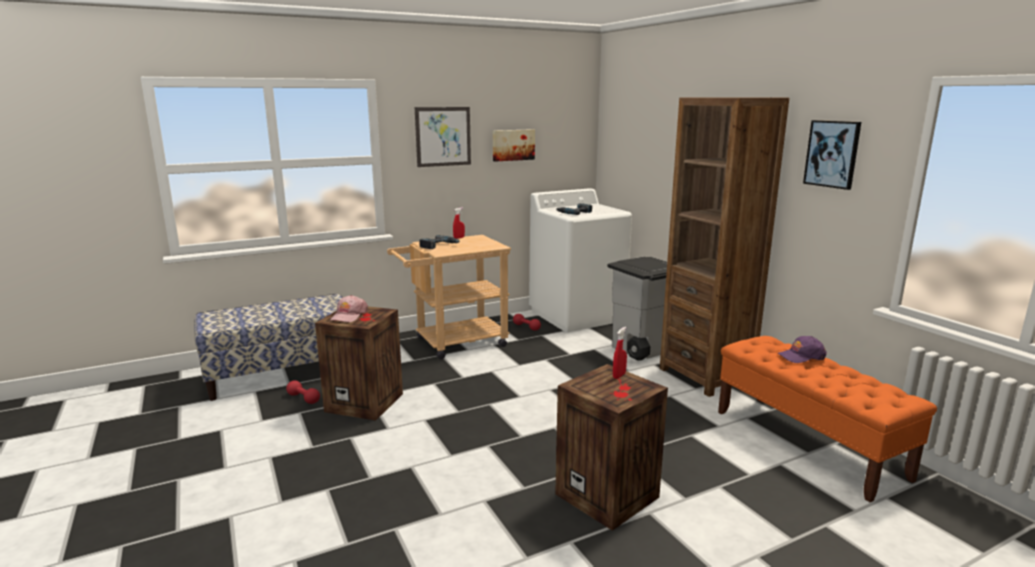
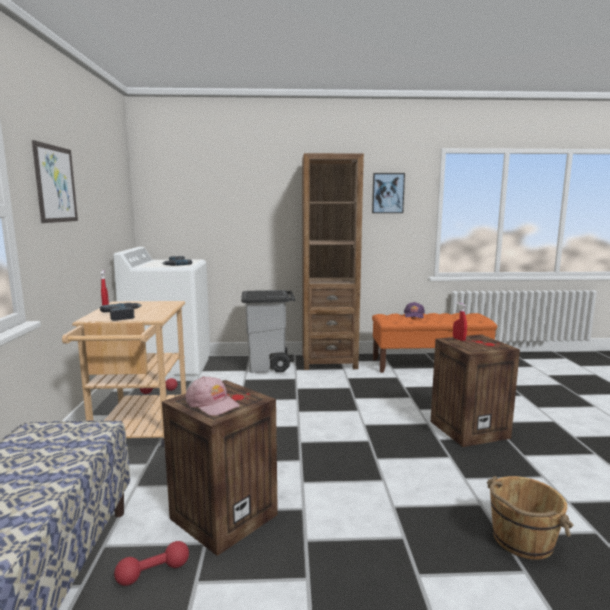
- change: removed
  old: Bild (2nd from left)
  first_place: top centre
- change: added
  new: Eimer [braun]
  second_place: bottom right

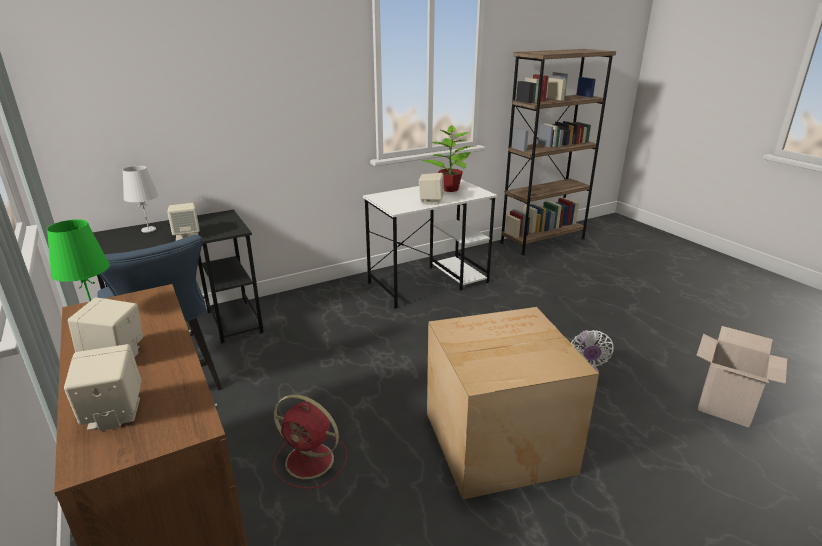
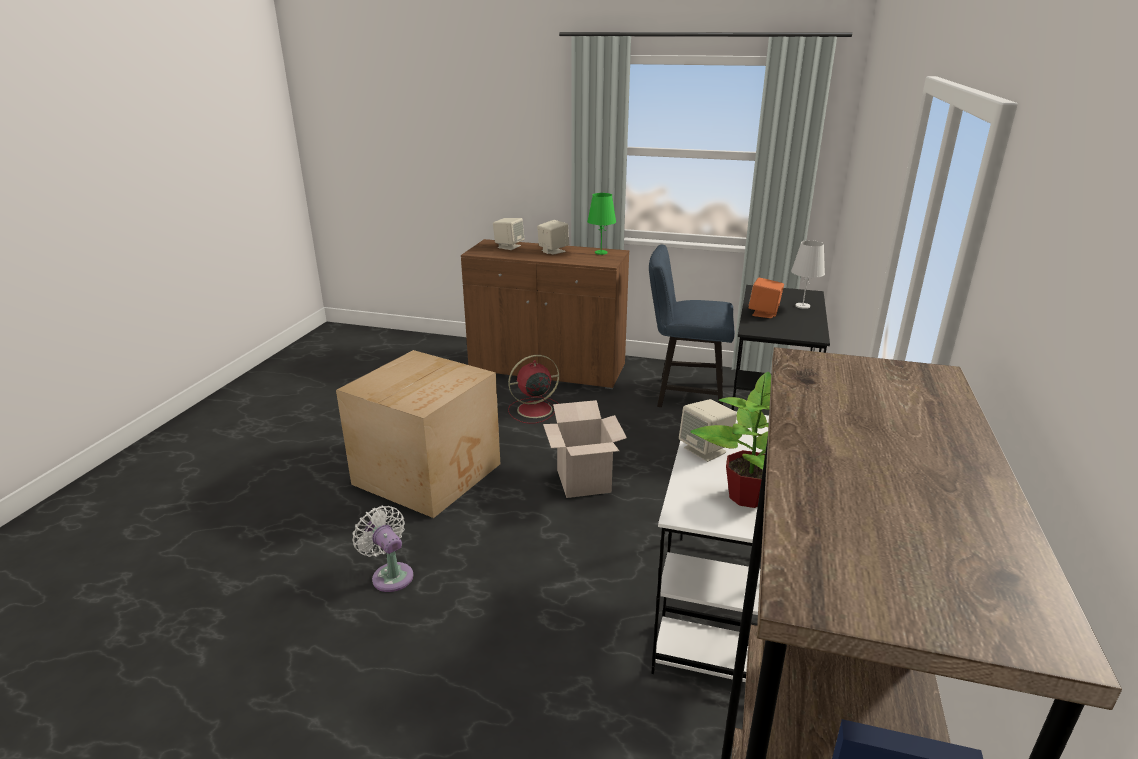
- change: recoloured
  old: Lautsprecher [beige] (3rd from left)
  new: Lautsprecher [orange]
  first_place: middle left
  second_place: middle right
- change: moved
  old: Karton (2nd from left)
  first_place: bottom right
  second_place: centre

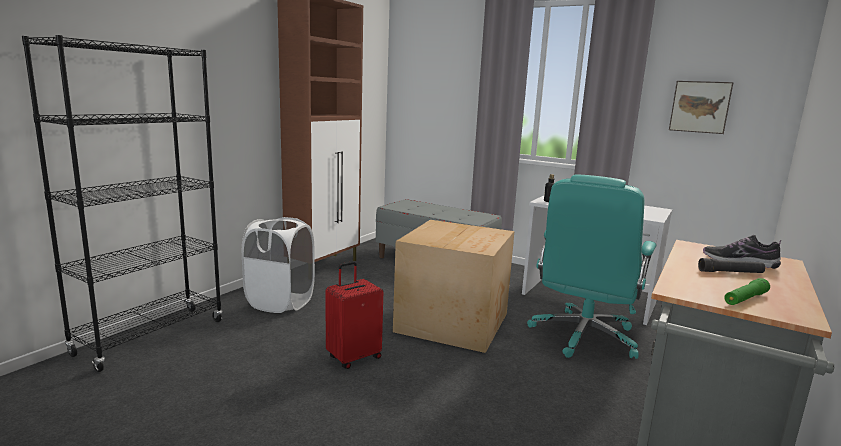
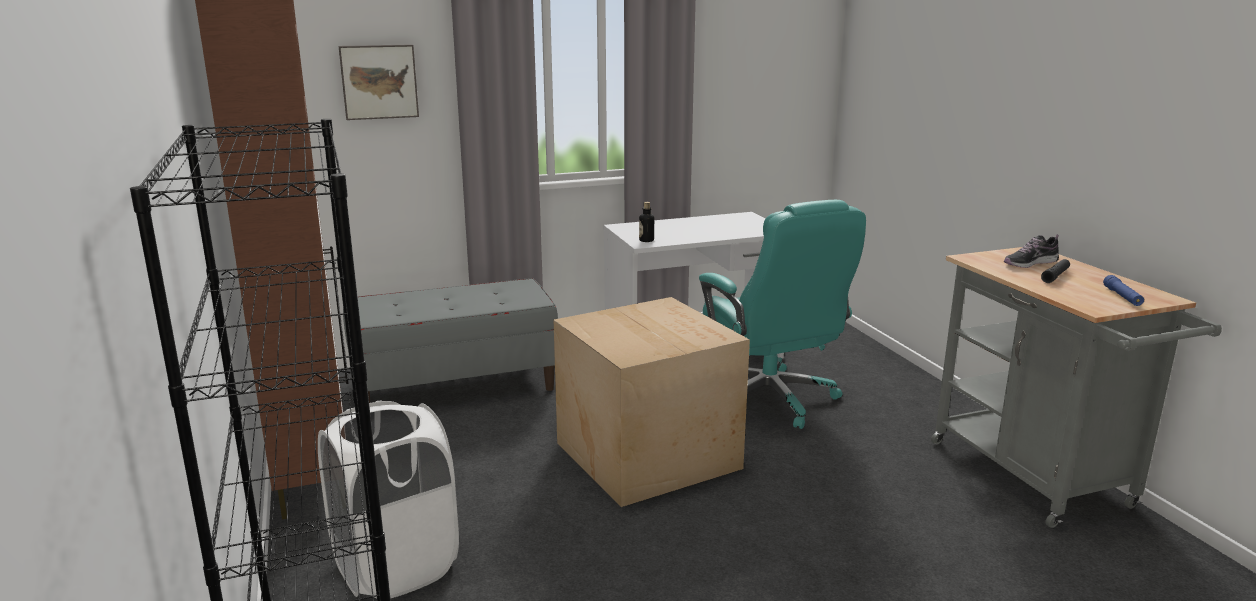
- change: moved
  old: Bild
  first_place: top right
  second_place: top left
- change: removed
  old: Koffer [rot]
  first_place: bottom centre
- change: recoloured
  old: Taschenlampe [grün]
  new: Taschenlampe [blau]
  first_place: middle right
  second_place: middle right

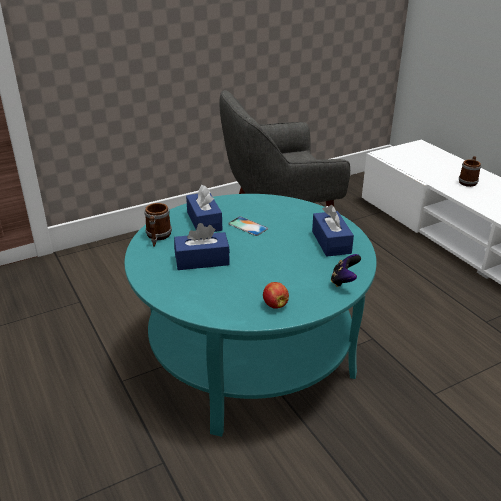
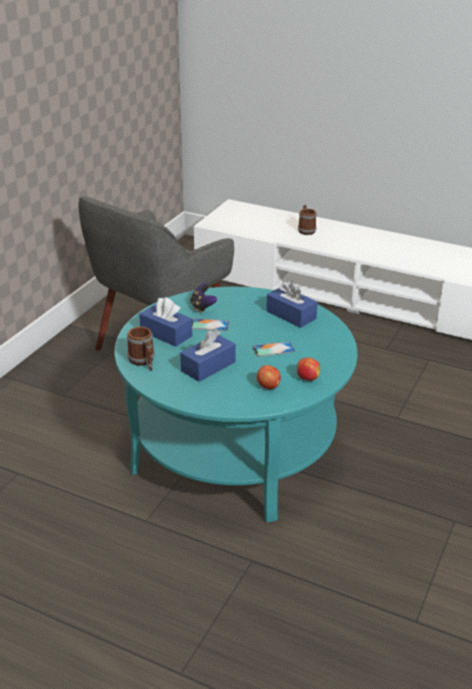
- change: moved
  old: Gamepad
  first_place: middle right
  second_place: centre
- change: added
  new: Handy (2nd from left)
  second_place: centre
- change: added
  new: Apfel (1st from left)
  second_place: centre

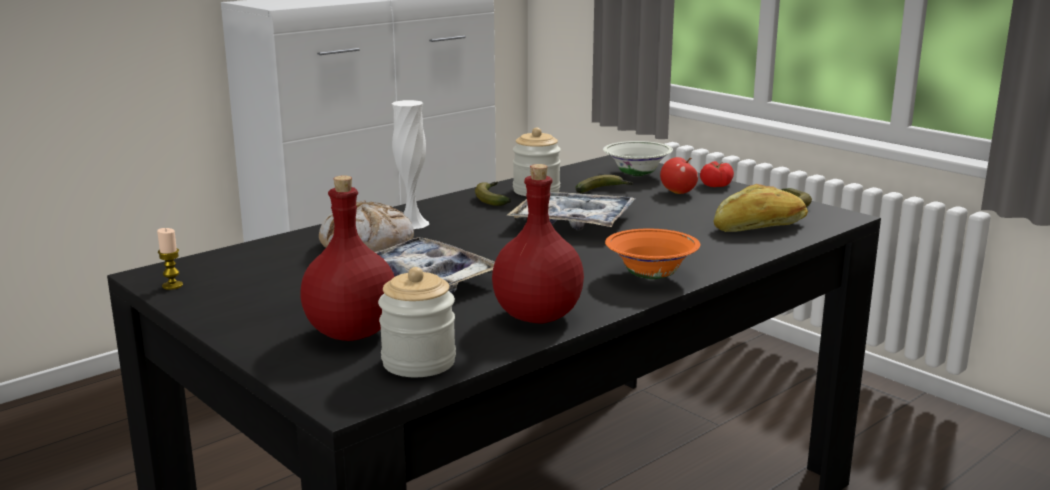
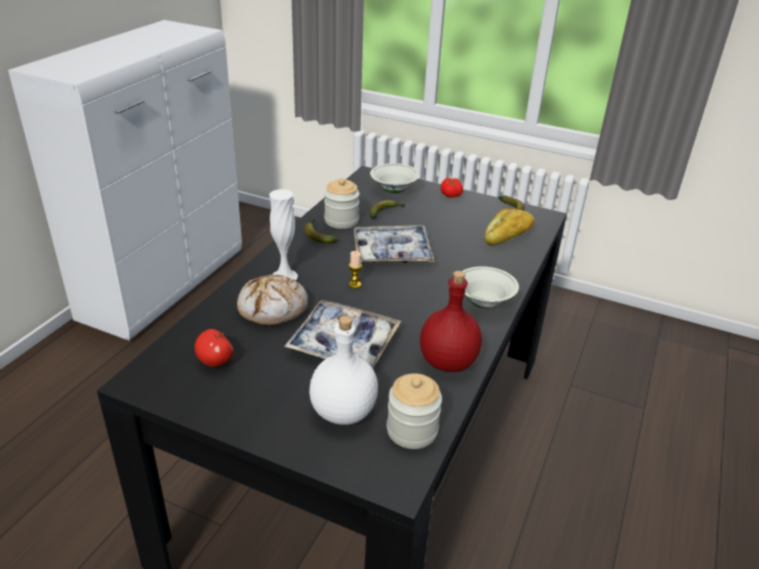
- change: moved
  old: Apfel
  first_place: centre
  second_place: middle left
- change: recoloured
  old: Flasche [rot] (1st from left)
  new: Flasche [weiß]
  first_place: middle left
  second_place: centre
- change: moved
  old: Kerze
  first_place: middle left
  second_place: centre
- change: recoloured
  old: Schüssel [orange]
  new: Schüssel [weiß] (2nd from left)
  first_place: centre
  second_place: centre

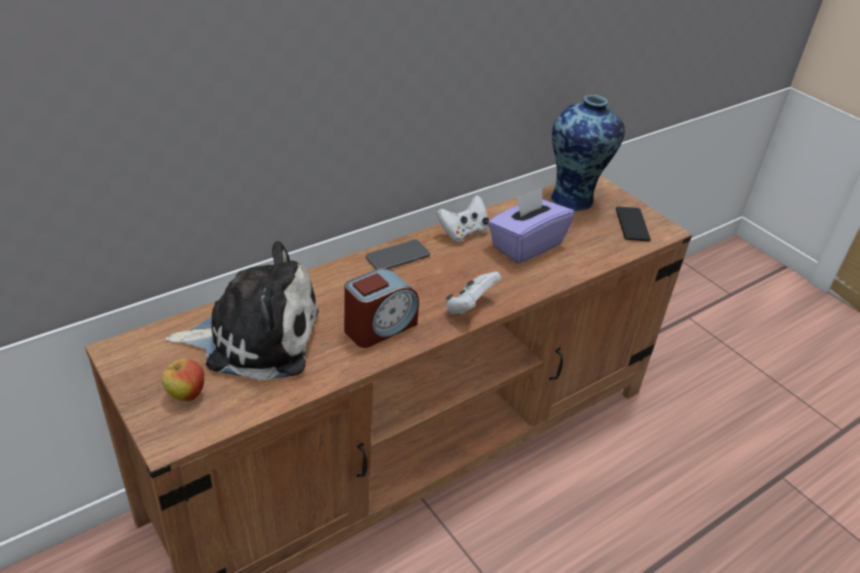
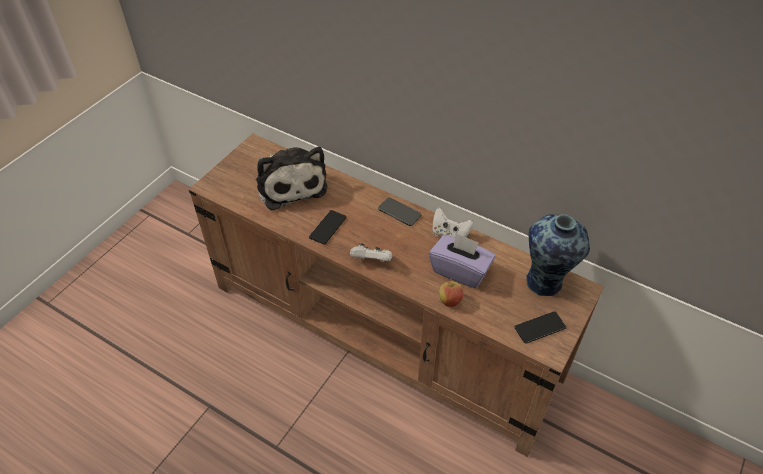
- change: replaced
  old: Wecker
  new: Handy (1st from left)
  first_place: centre
  second_place: centre
- change: moved
  old: Apfel
  first_place: middle left
  second_place: centre

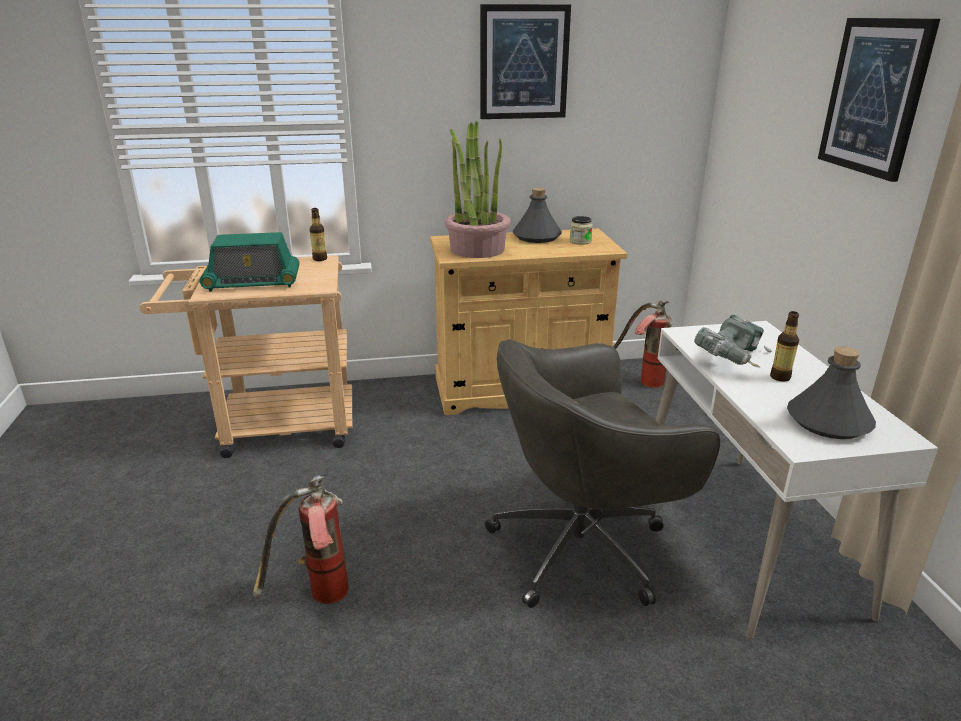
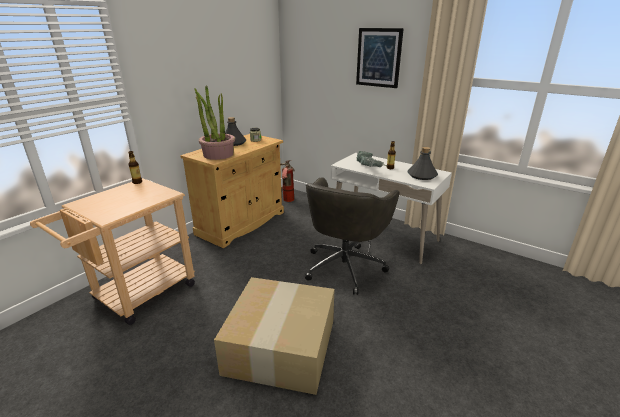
- change: removed
  old: Bild (1st from left)
  first_place: top centre
- change: removed
  old: Radio
  first_place: middle left
- change: replaced
  old: Feuerlöscher (1st from left)
  new: Karton
  first_place: bottom left
  second_place: bottom centre

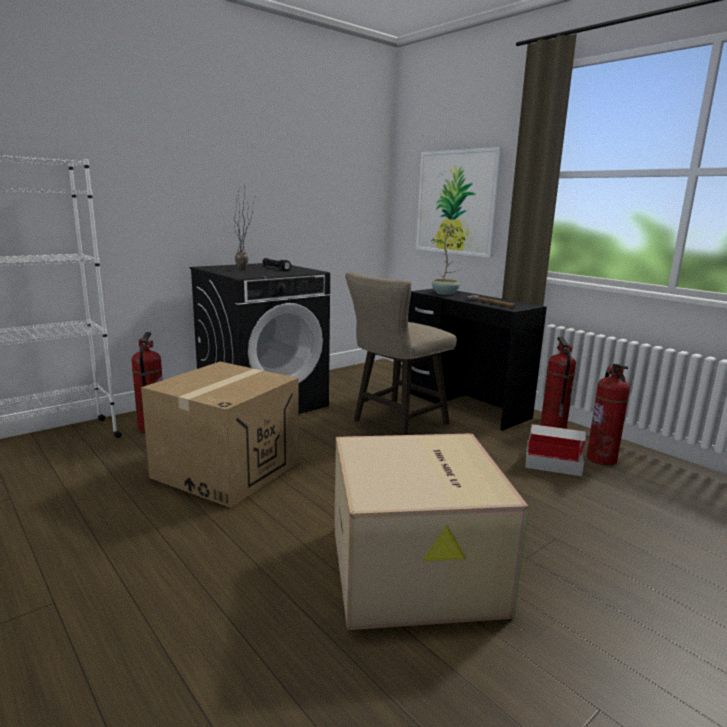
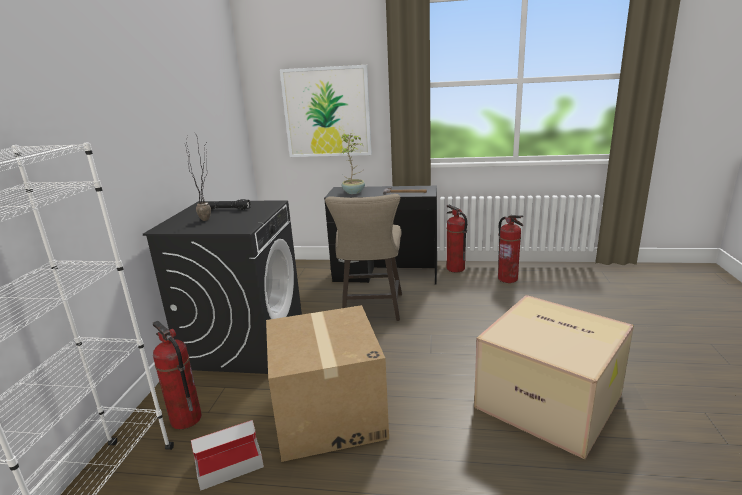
- change: moved
  old: Karton (3rd from left in the first image)
  new: Karton (1st from left)
  first_place: middle right
  second_place: bottom left

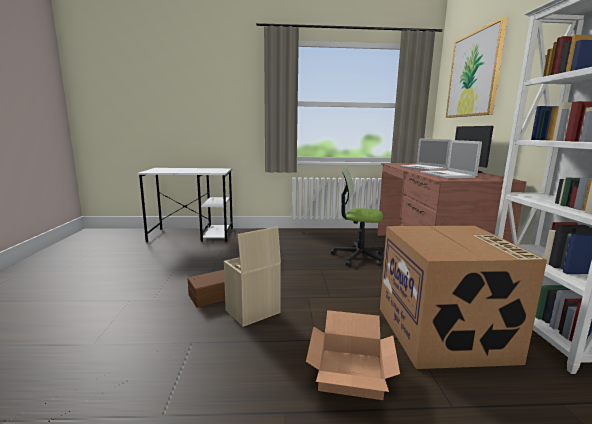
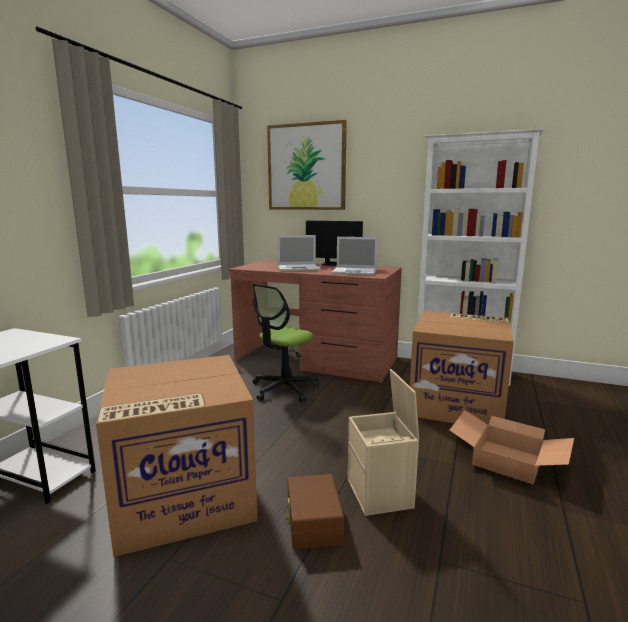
- change: added
  new: Karton (1st from left)
  second_place: bottom left

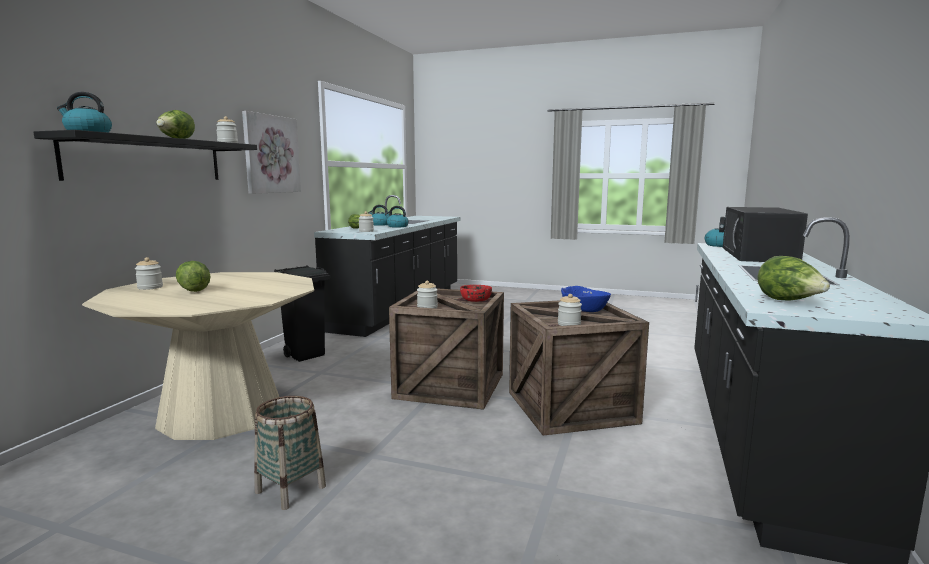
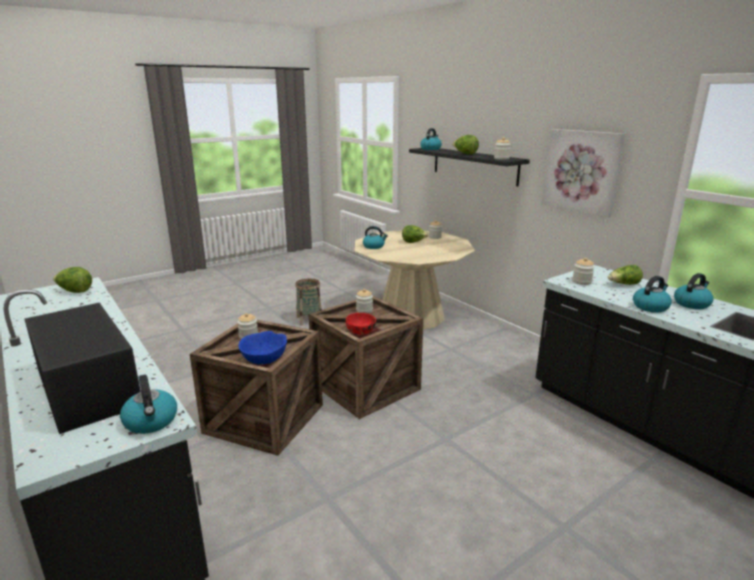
- change: removed
  old: Mülleimer [schwarz]
  first_place: middle left
- change: added
  new: Wasserkessel (2nd from left)
  second_place: centre

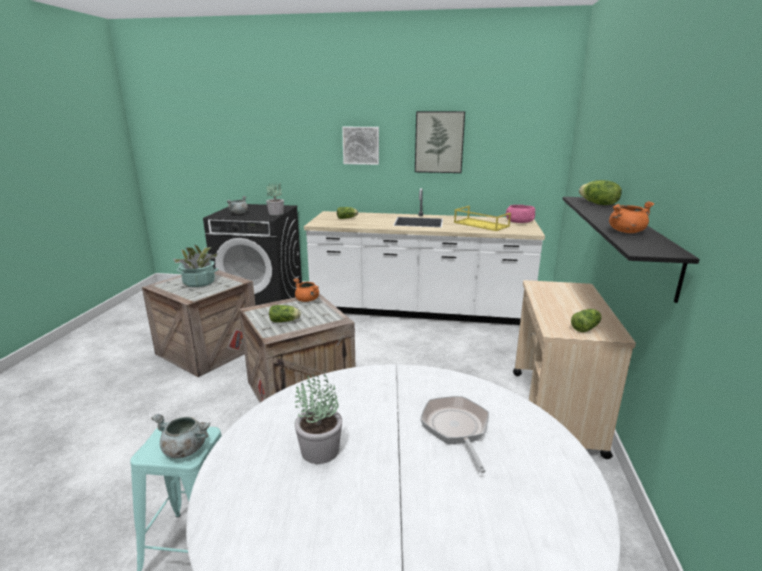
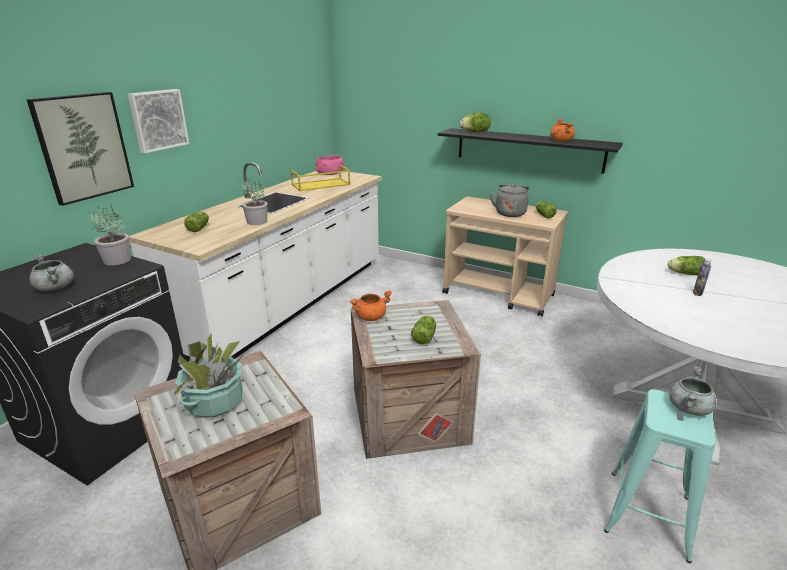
- change: moved
  old: Bild (2nd from left in the first image)
  new: Bild (1st from left)
  first_place: top centre
  second_place: top left
- change: moved
  old: Topfpflanze (3rd from left)
  first_place: bottom centre
  second_place: middle left
- change: replaced
  old: Pfanne
  new: Salatkopf (5th from left)
  first_place: bottom centre
  second_place: middle right
- change: added
  new: Wasserkessel [grau]
  second_place: centre
- change: added
  new: Flasche
  second_place: middle right

